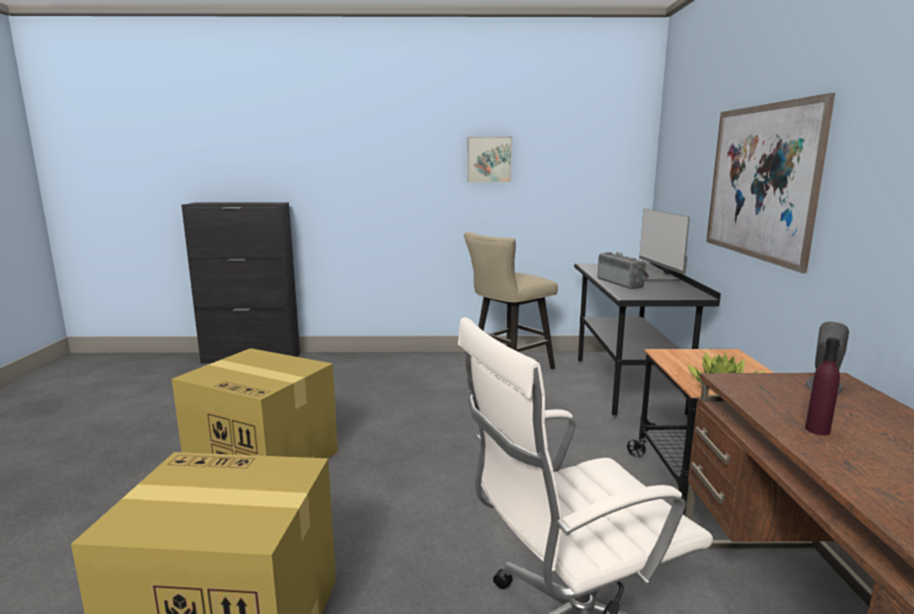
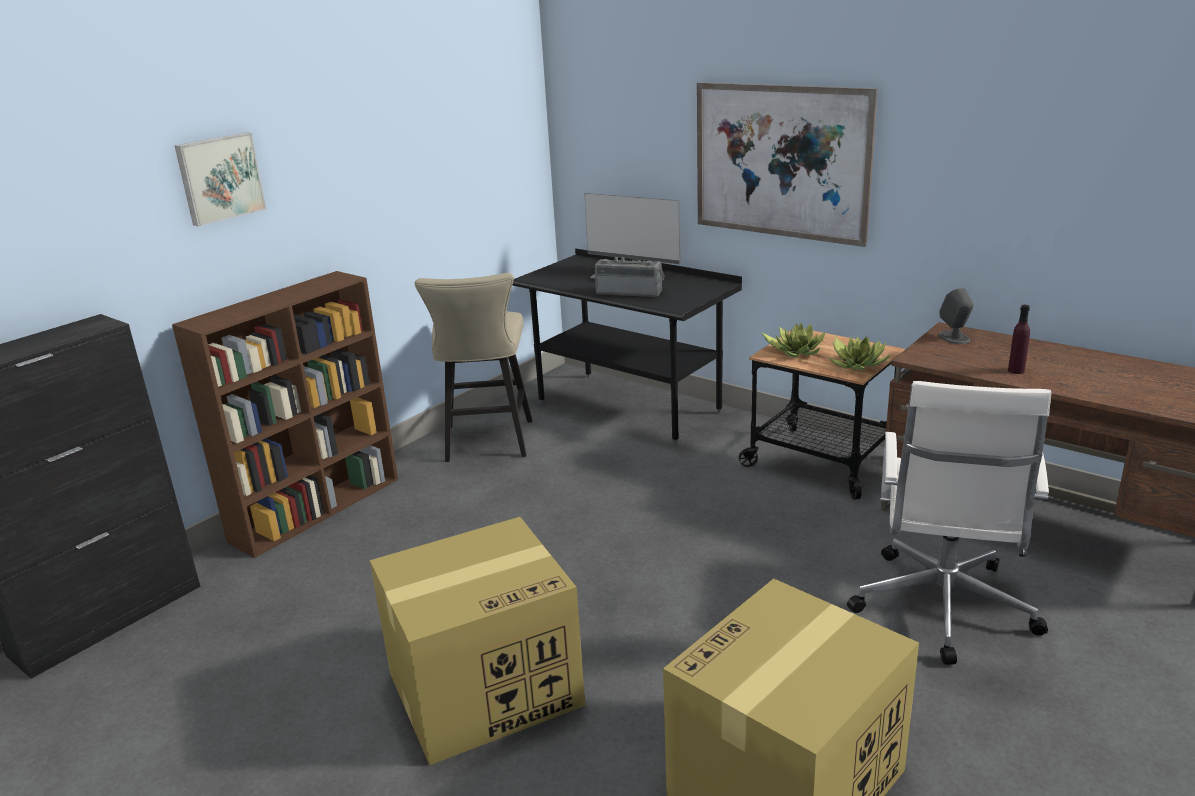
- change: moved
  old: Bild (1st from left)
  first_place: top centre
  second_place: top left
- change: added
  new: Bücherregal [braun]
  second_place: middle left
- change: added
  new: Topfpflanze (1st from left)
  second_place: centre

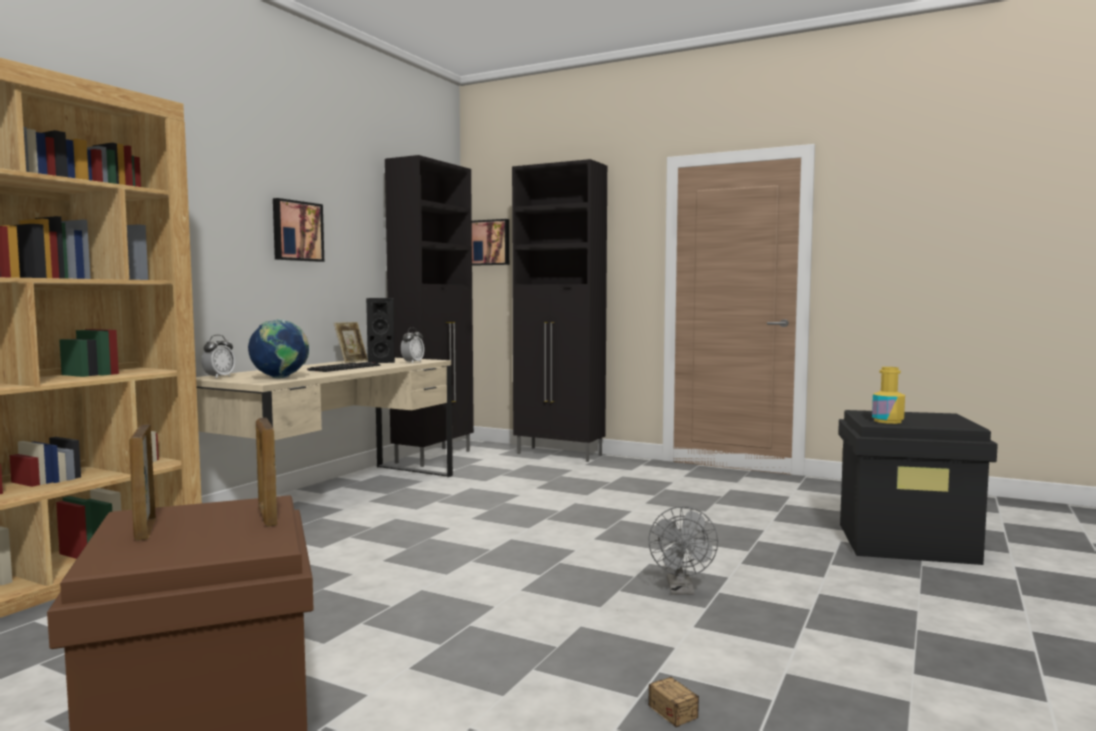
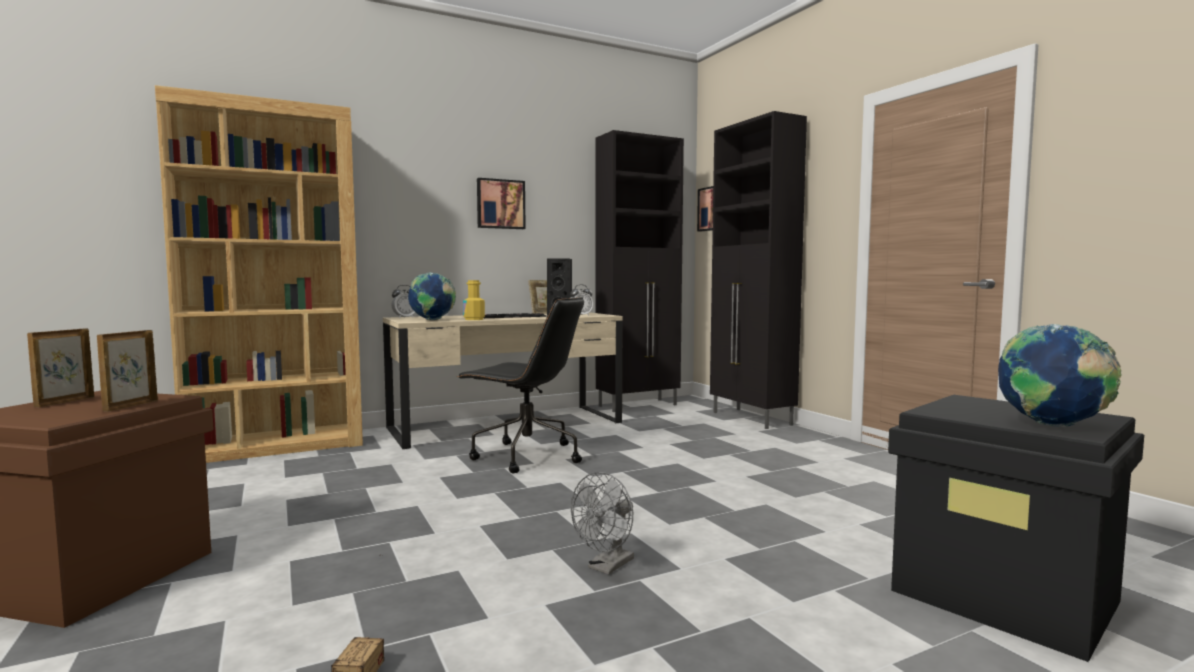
- change: moved
  old: Flasche [gelb]
  first_place: middle right
  second_place: centre
- change: added
  new: Bürostuhl [schwarz]
  second_place: centre
- change: added
  new: Globus (2nd from left)
  second_place: middle right

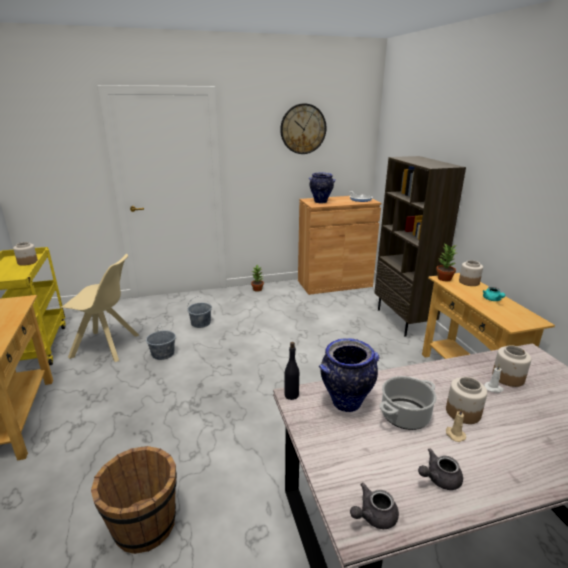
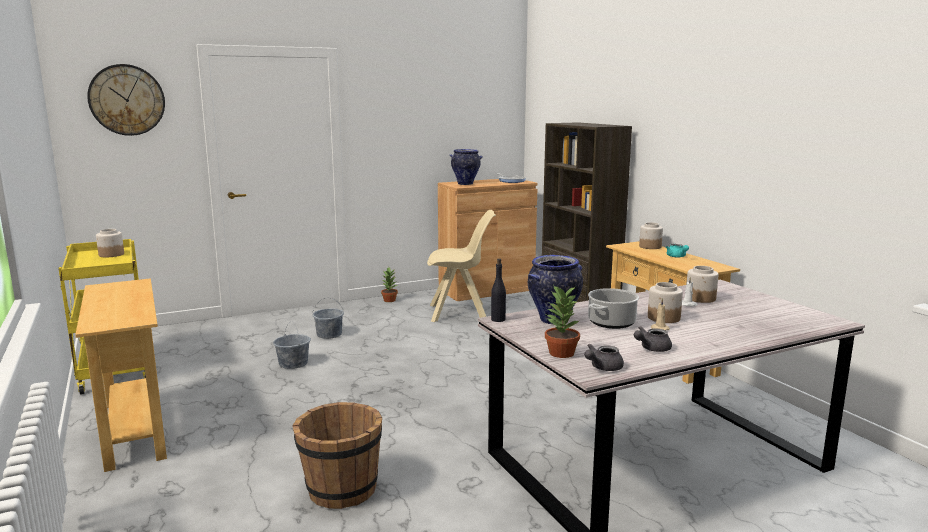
- change: moved
  old: Wanduhr
  first_place: top centre
  second_place: top left
- change: moved
  old: Topfpflanze (2nd from left)
  first_place: middle right
  second_place: centre
- change: moved
  old: Stuhl [beige]
  first_place: middle left
  second_place: centre

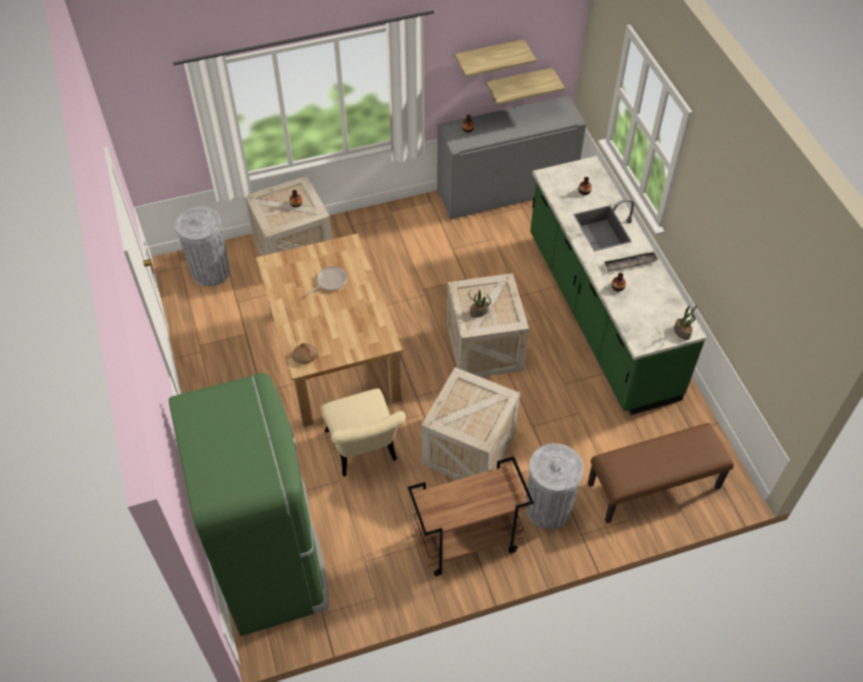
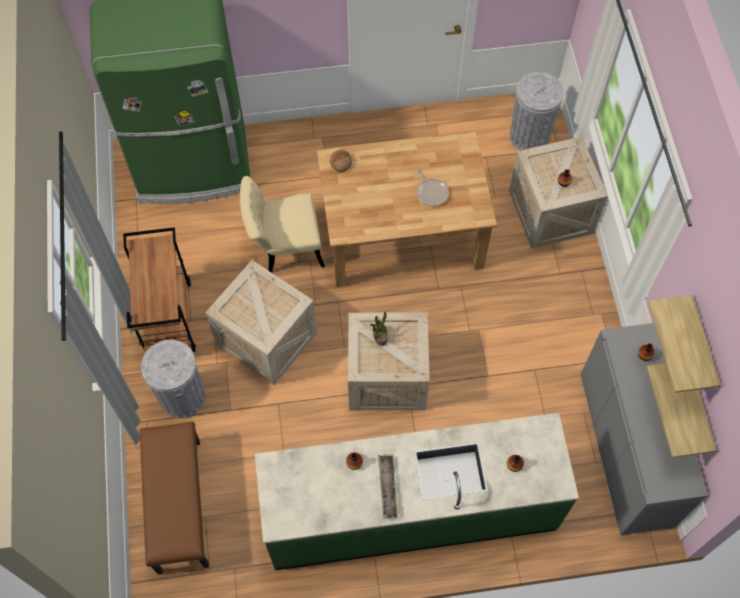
- change: removed
  old: Topfpflanze (2nd from left)
  first_place: middle right

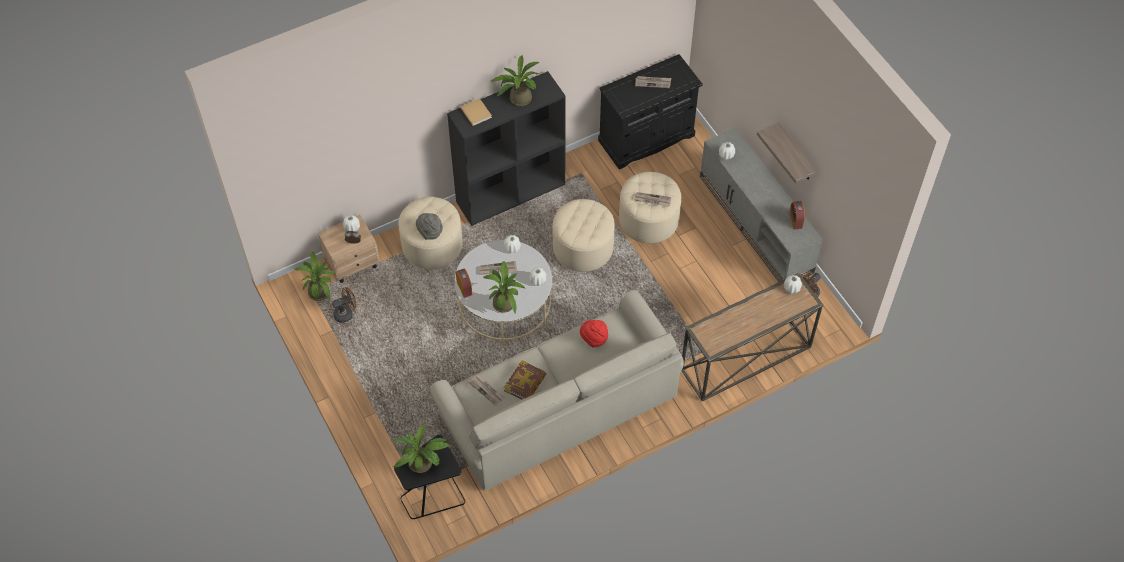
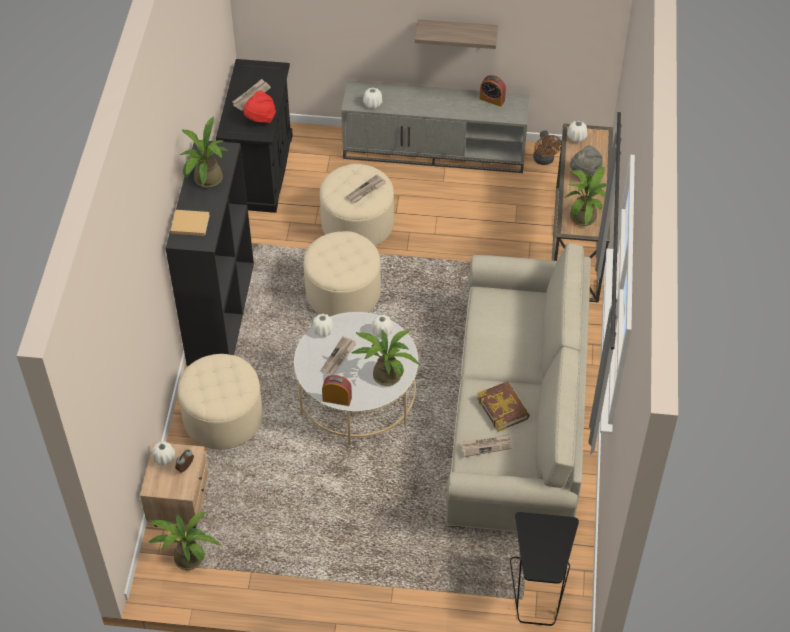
- change: moved
  old: Hut [grau]
  first_place: centre
  second_place: top right
- change: removed
  old: Ventilator [braun] (1st from left)
  first_place: middle left
- change: moved
  old: Hut [rot]
  first_place: centre
  second_place: top left
- change: moved
  old: Topfpflanze (2nd from left in the first image)
  new: Topfpflanze (4th from left)
  first_place: bottom centre
  second_place: top right

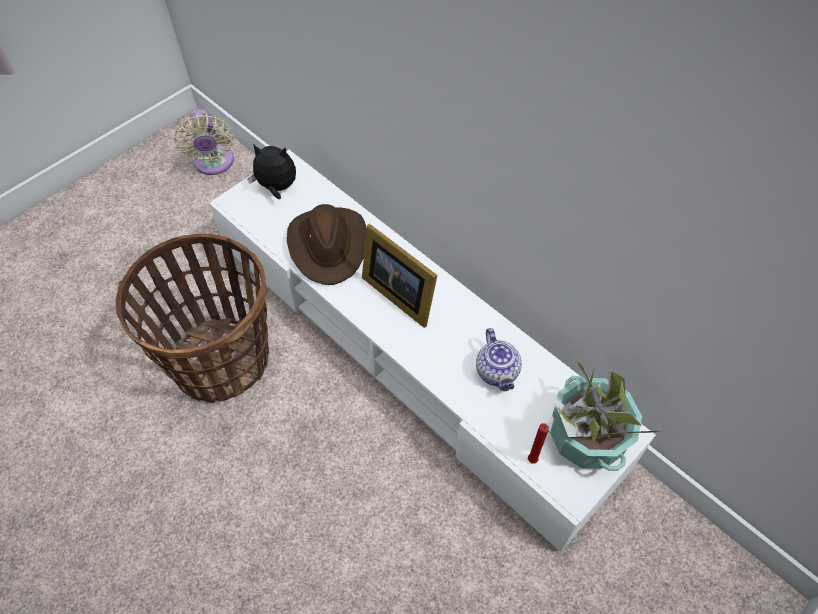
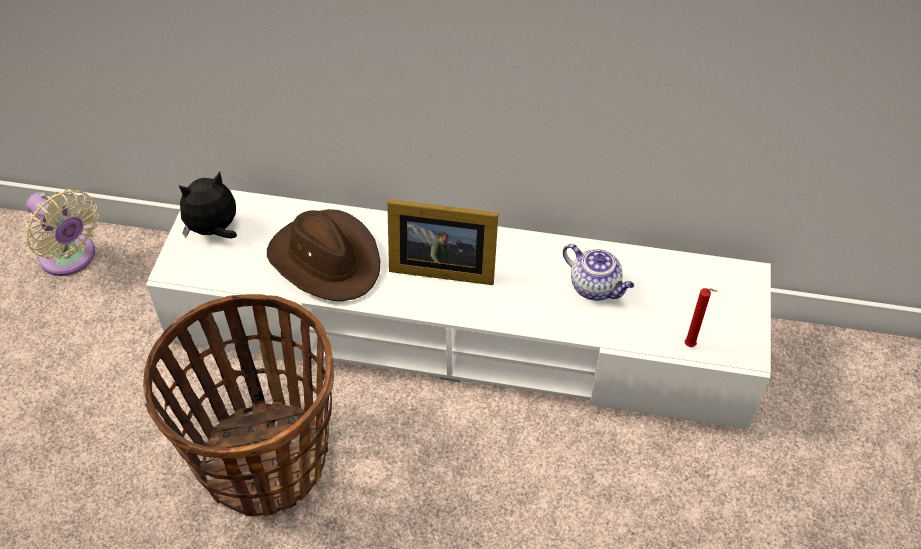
- change: removed
  old: Topfpflanze
  first_place: bottom right

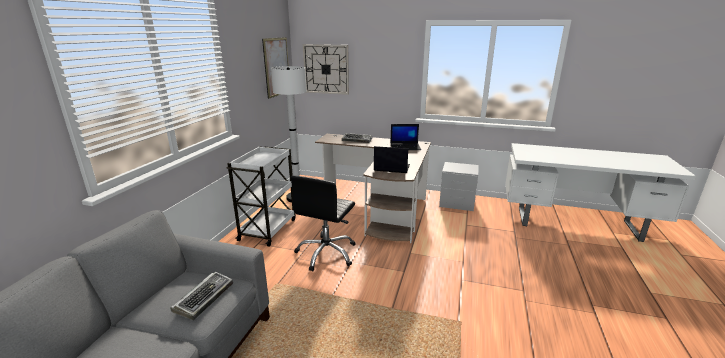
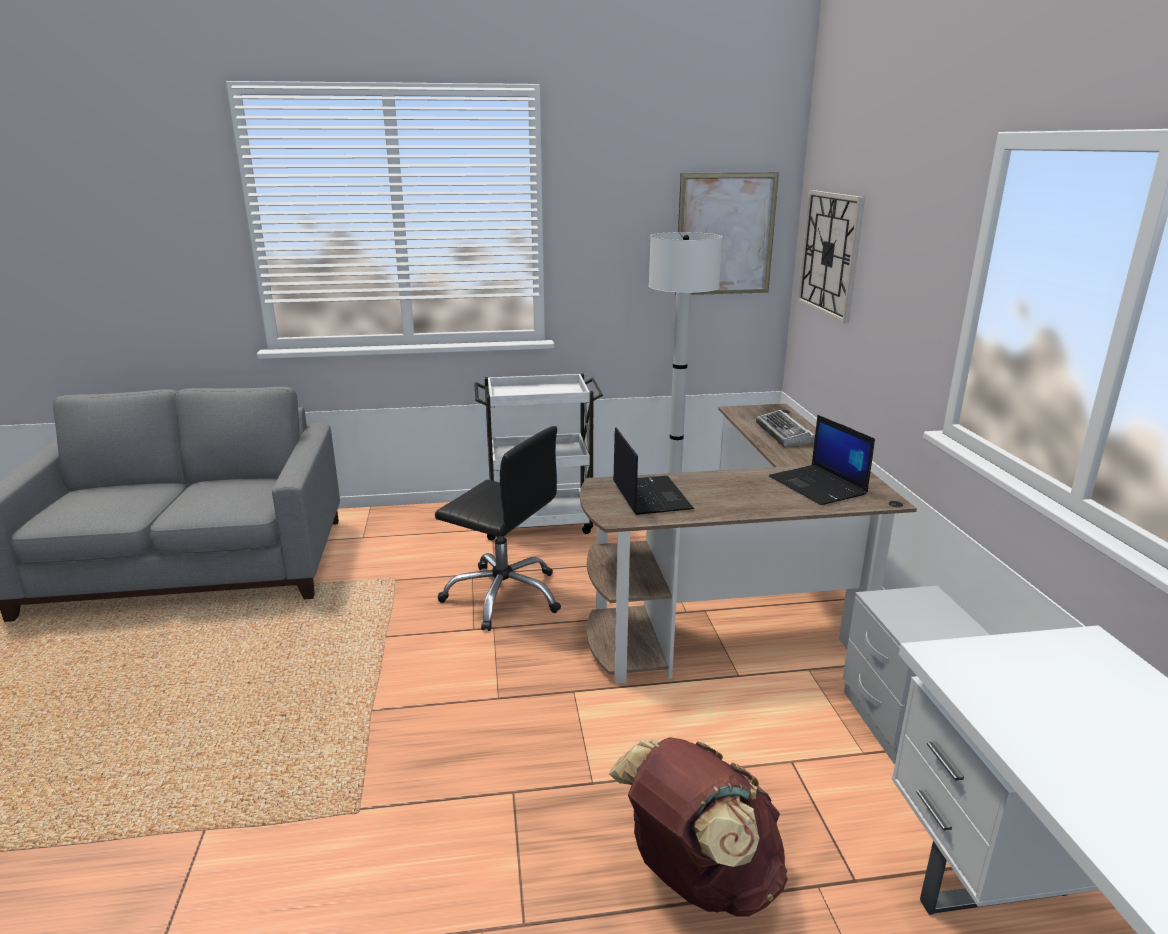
- change: turned
  old: Bürostuhl [schwarz]
  first_place: centre
  second_place: centre
  degrees: -150
- change: removed
  old: Tastatur (1st from left)
  first_place: bottom left
- change: added
  new: Rucksack [braun]
  second_place: bottom centre

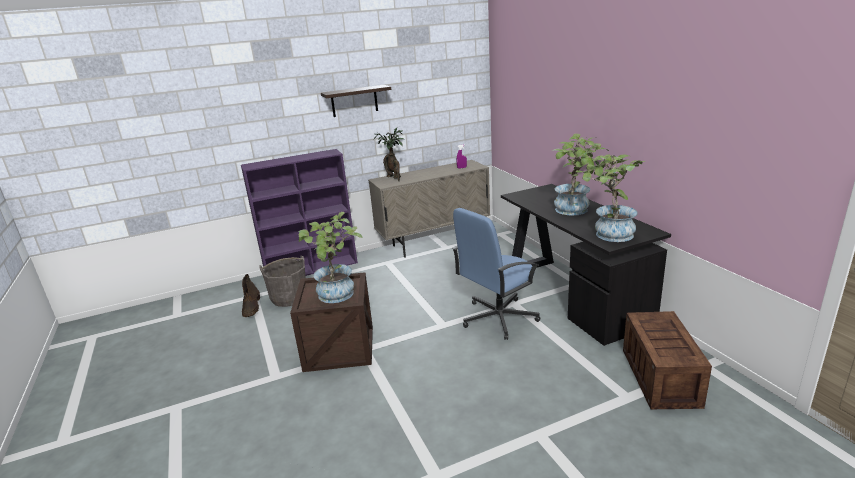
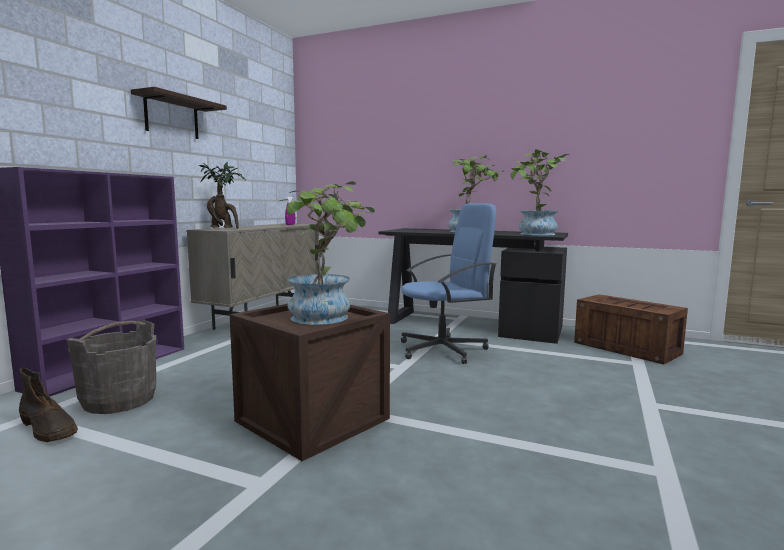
- change: turned
  old: Bürostuhl [blau]
  first_place: centre
  second_place: centre
  degrees: -120

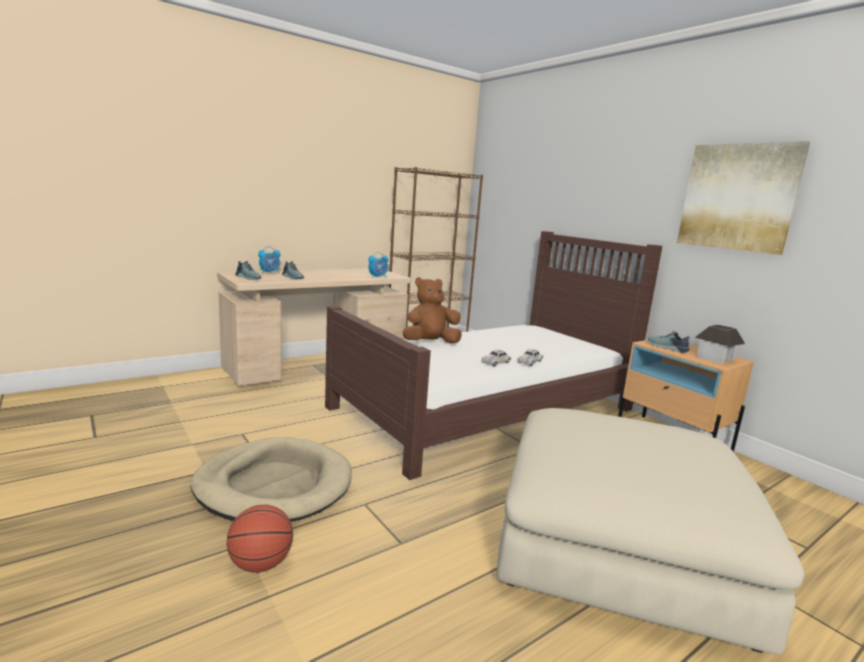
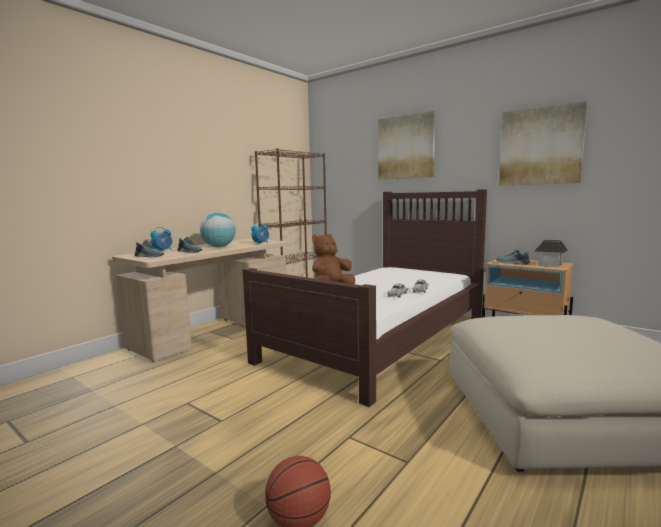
- change: removed
  old: Hundebett [beige]
  first_place: bottom left
- change: added
  new: Bild (1st from left)
  second_place: top centre
- change: added
  new: Globus
  second_place: middle left

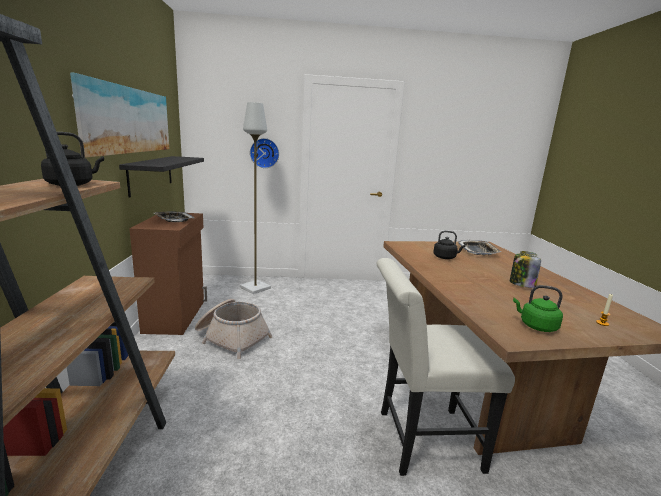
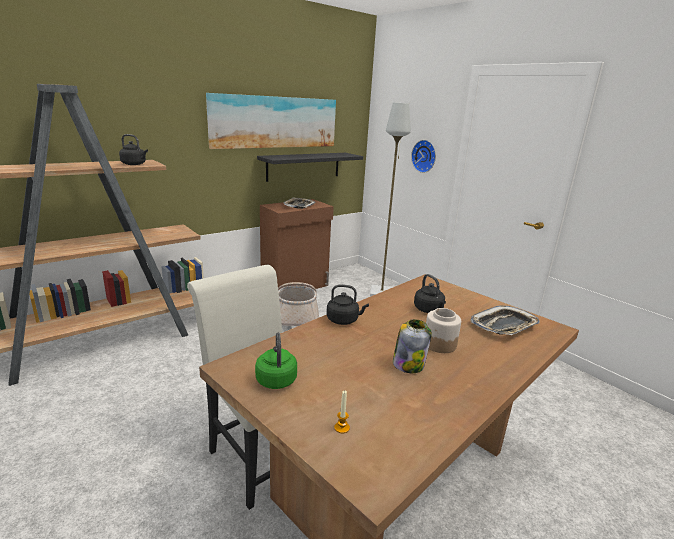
- change: added
  new: Wasserkessel [schwarz] (2nd from left)
  second_place: centre
- change: added
  new: Vorratsglas (2nd from left)
  second_place: centre

